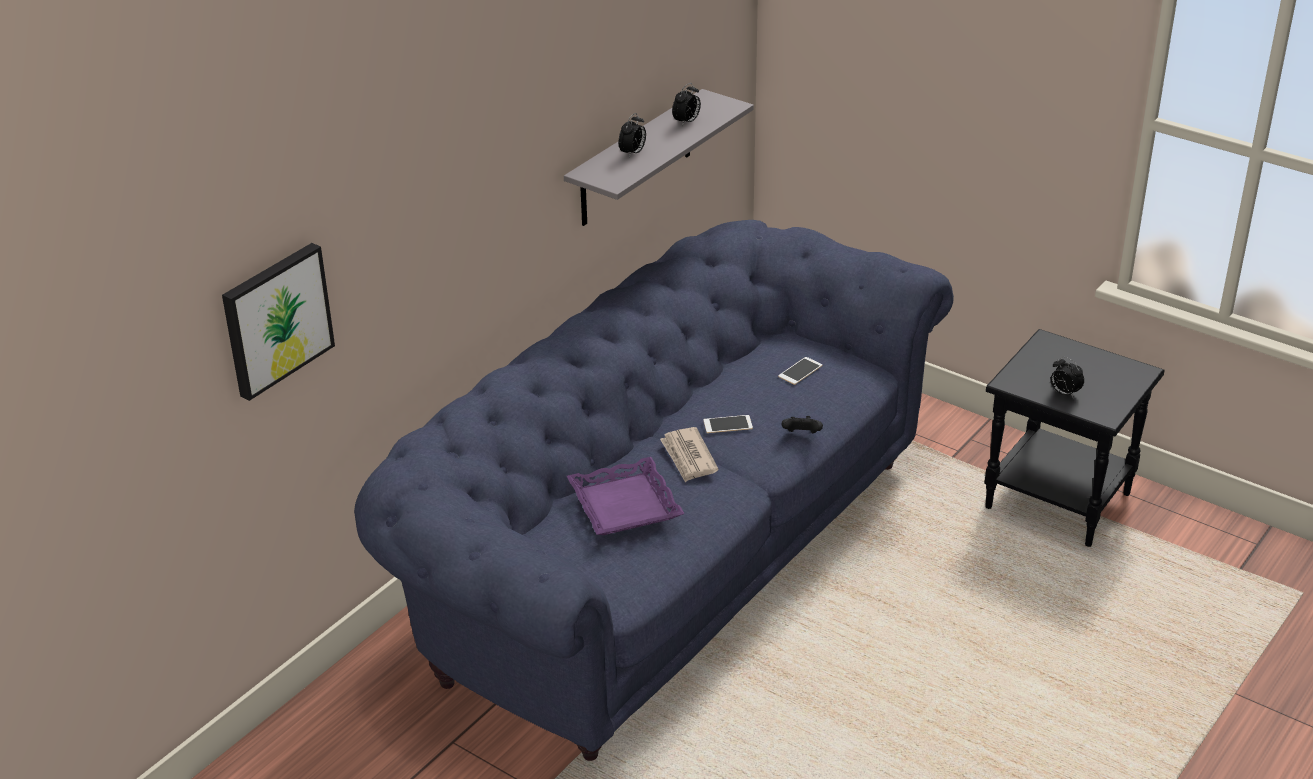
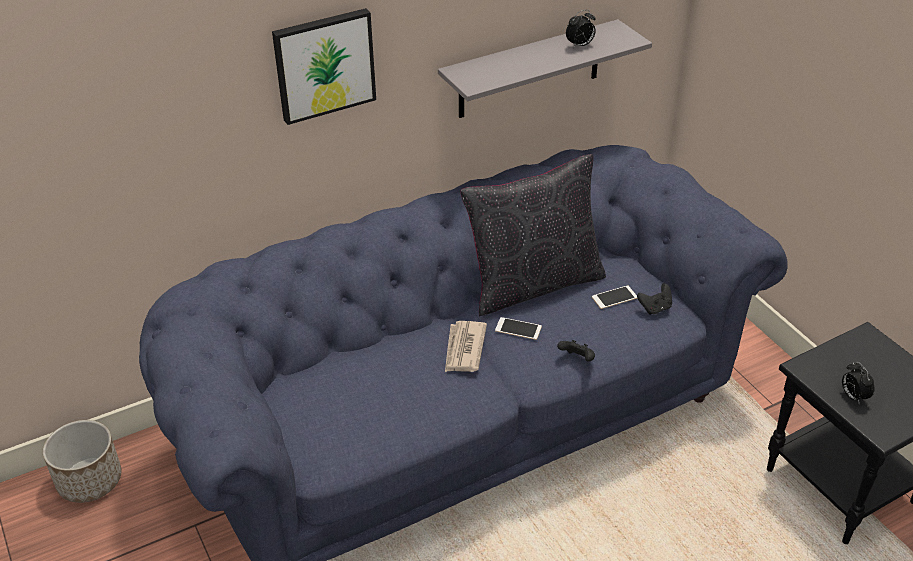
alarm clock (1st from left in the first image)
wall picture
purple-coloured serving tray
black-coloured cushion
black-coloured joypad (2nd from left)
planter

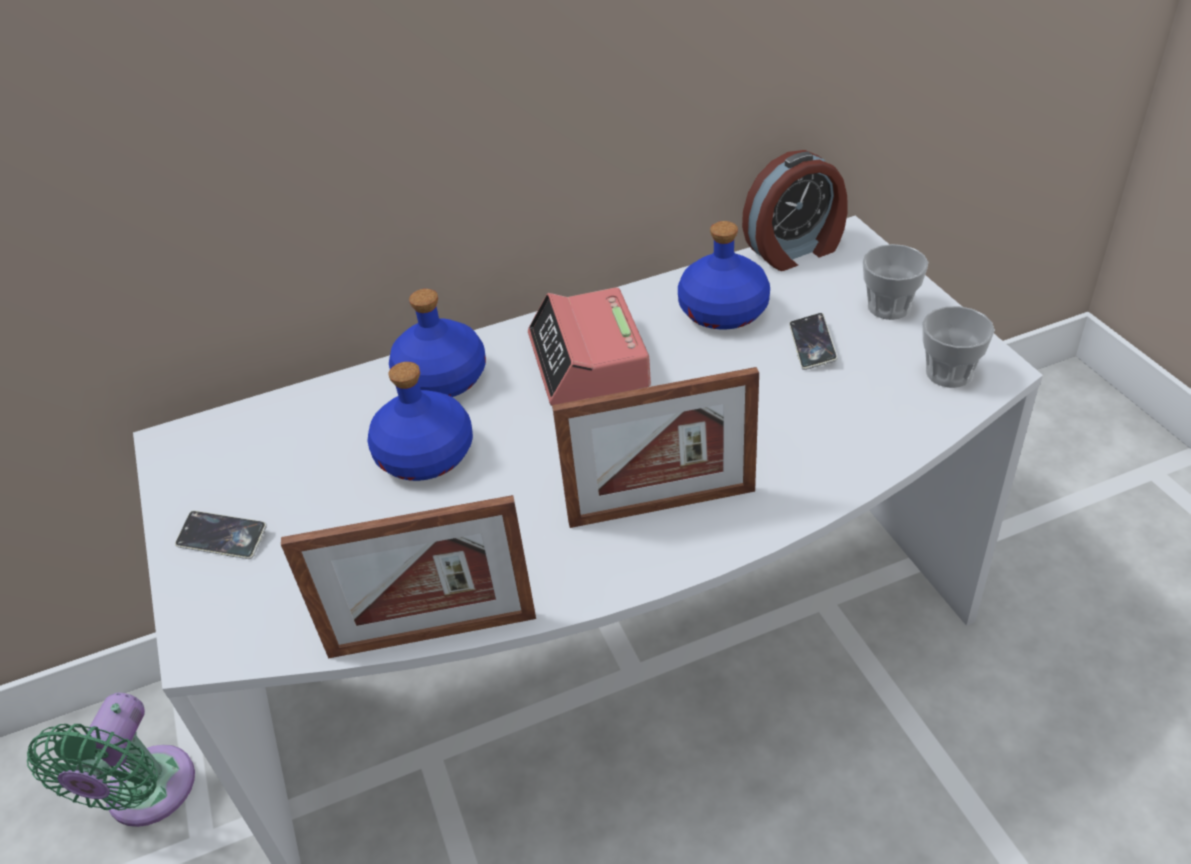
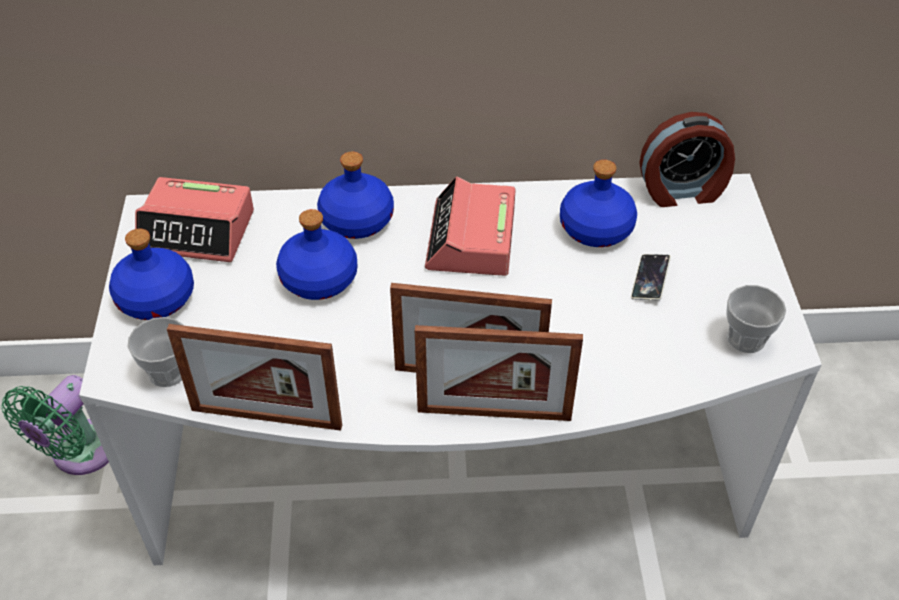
cup (1st from left)
blue drink bottle (1st from left)
alarm clock (1st from left)
picture frame (3rd from left)

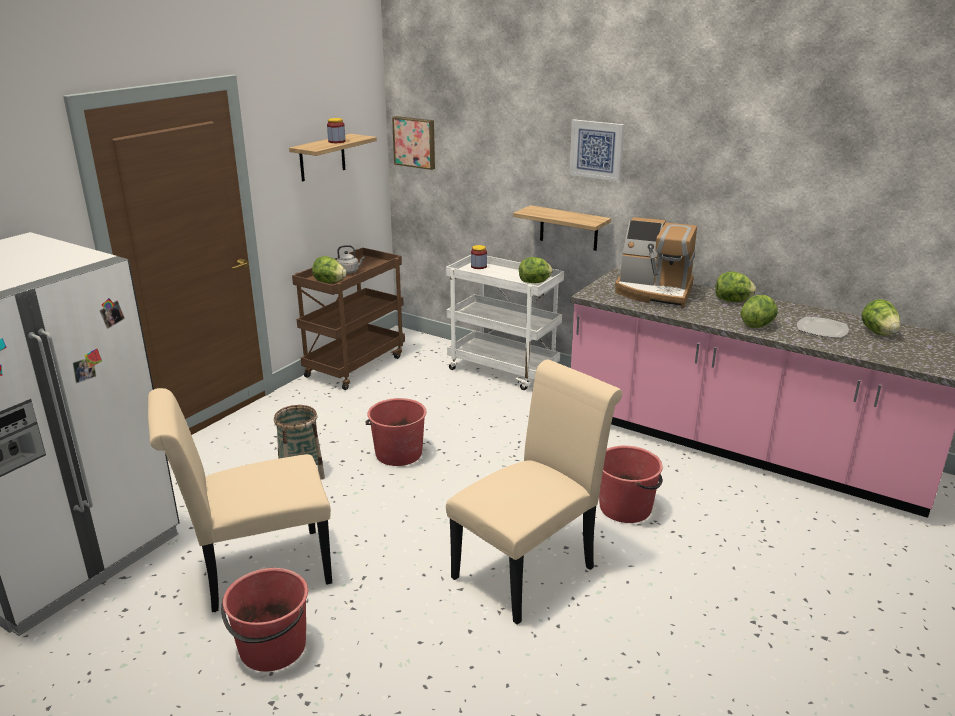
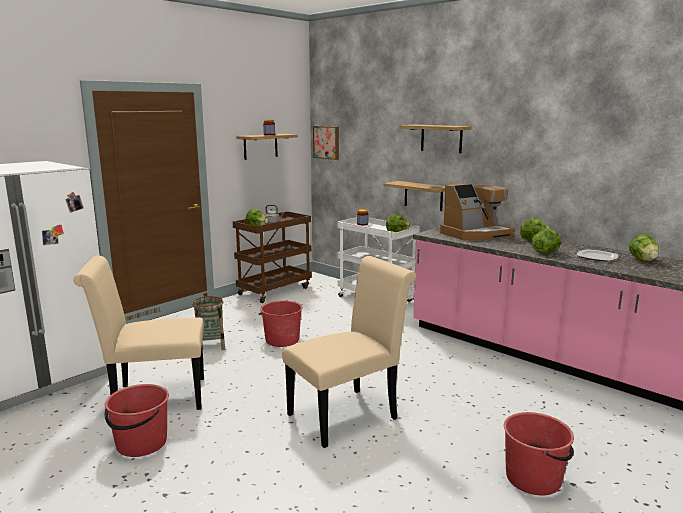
wall shelf (3rd from left)
coffee brewer
red-coloured water bucket (3rd from left)

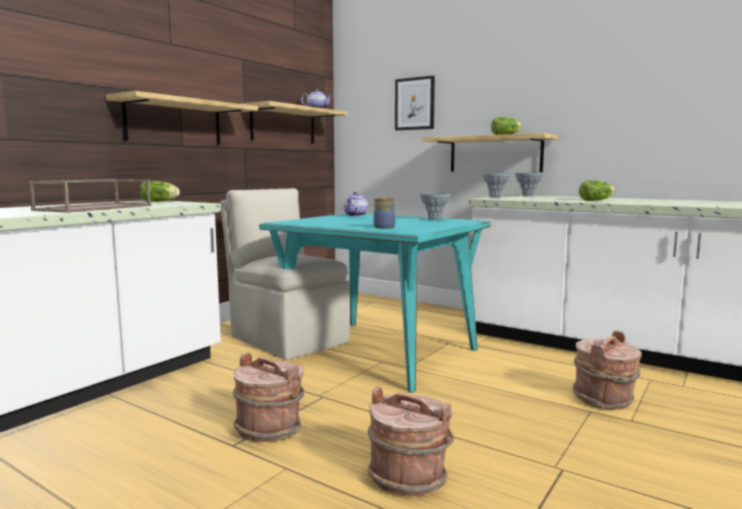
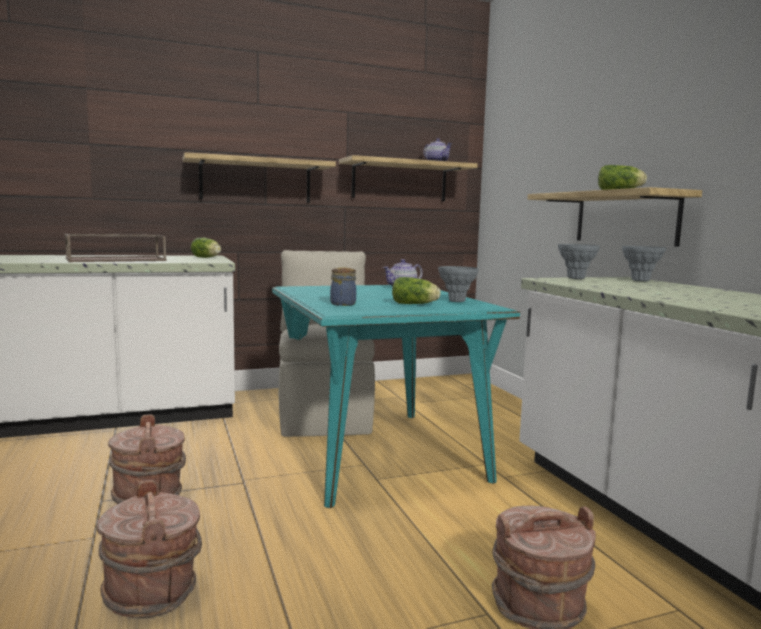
wall picture
lettuce (2nd from left)

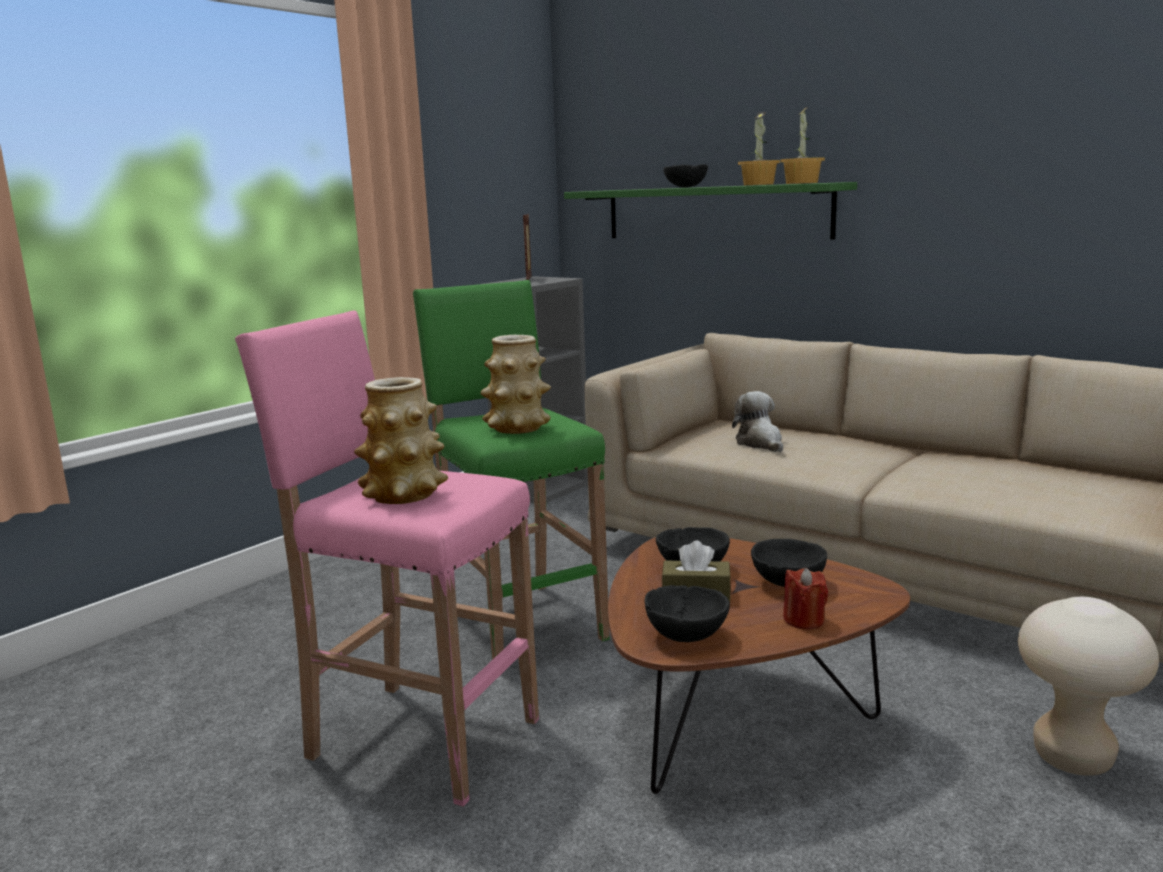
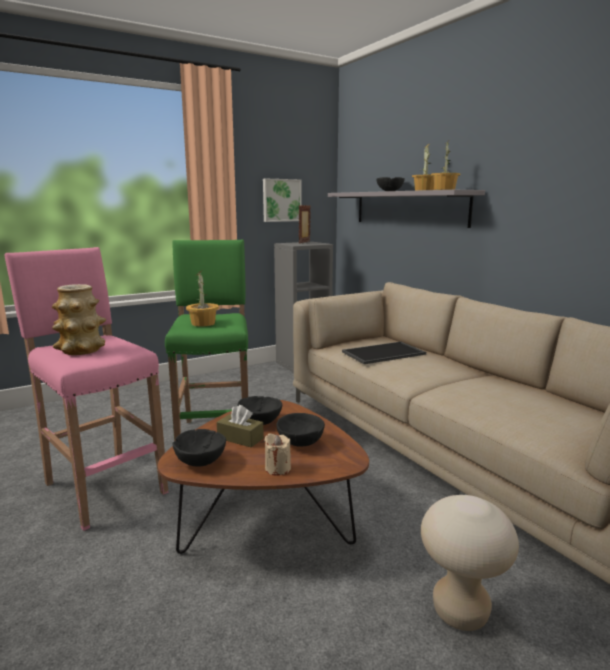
gray wall shelf
houseplant (1st from left)
serving tray
sand-coloured candle
wall picture

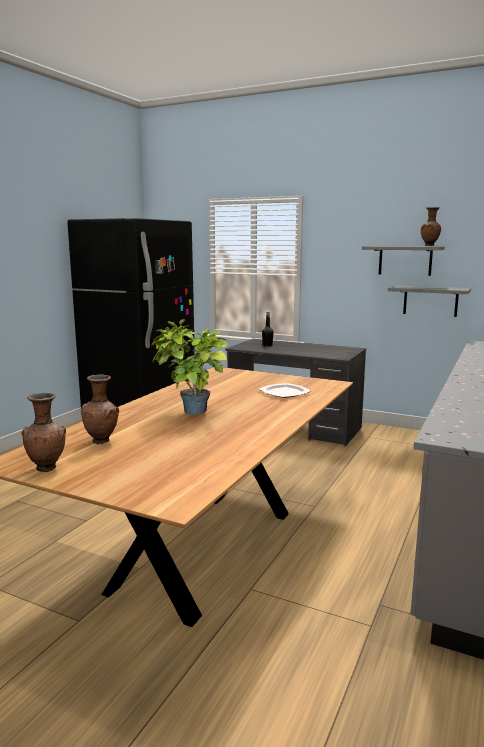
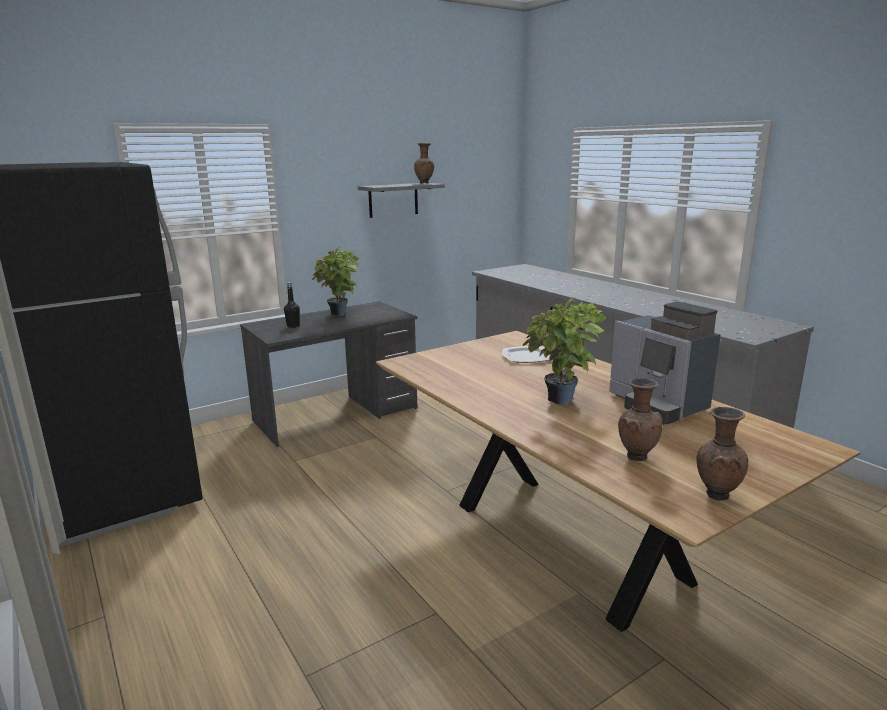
gray wall shelf (2nd from left in the first image)
houseplant (1st from left)
coffee brewer

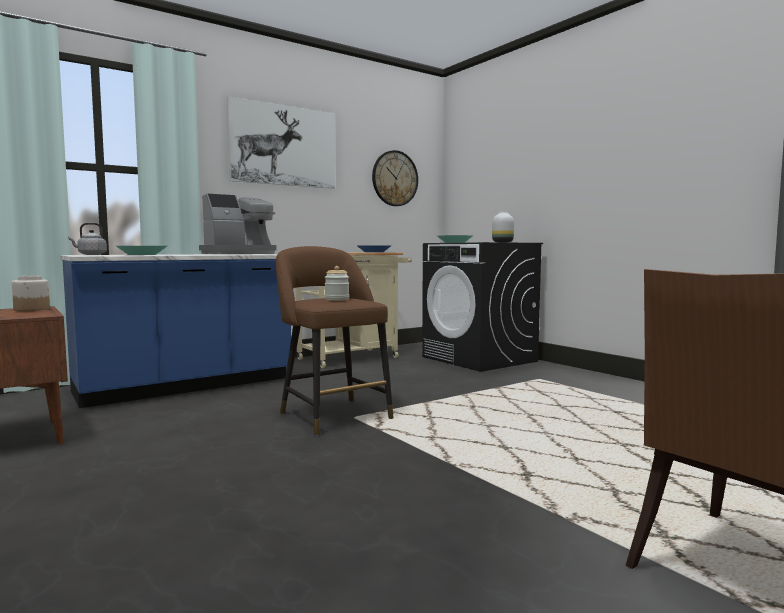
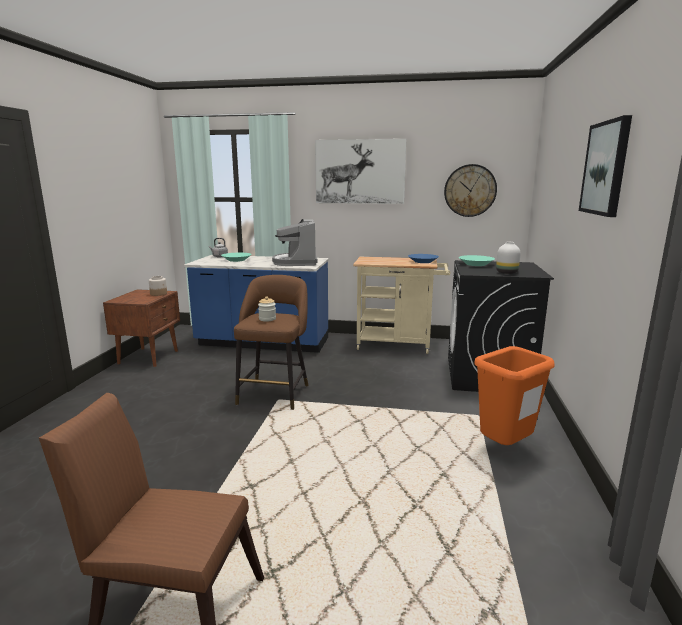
coffee brewer
wall picture (2nd from left)
orange waste bin

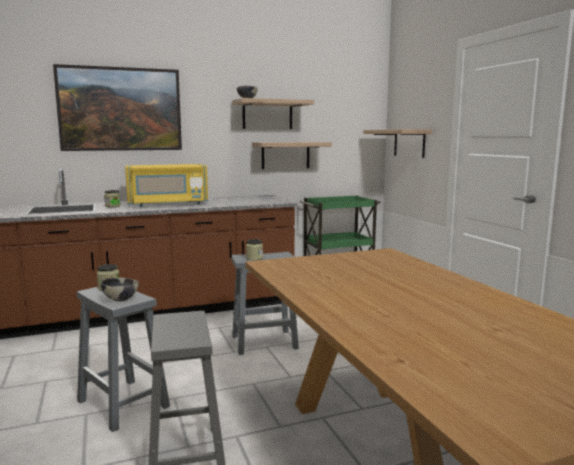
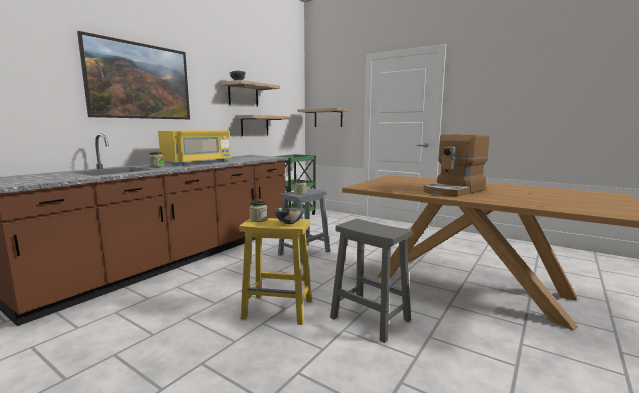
yellow stool seat
coffee brewer

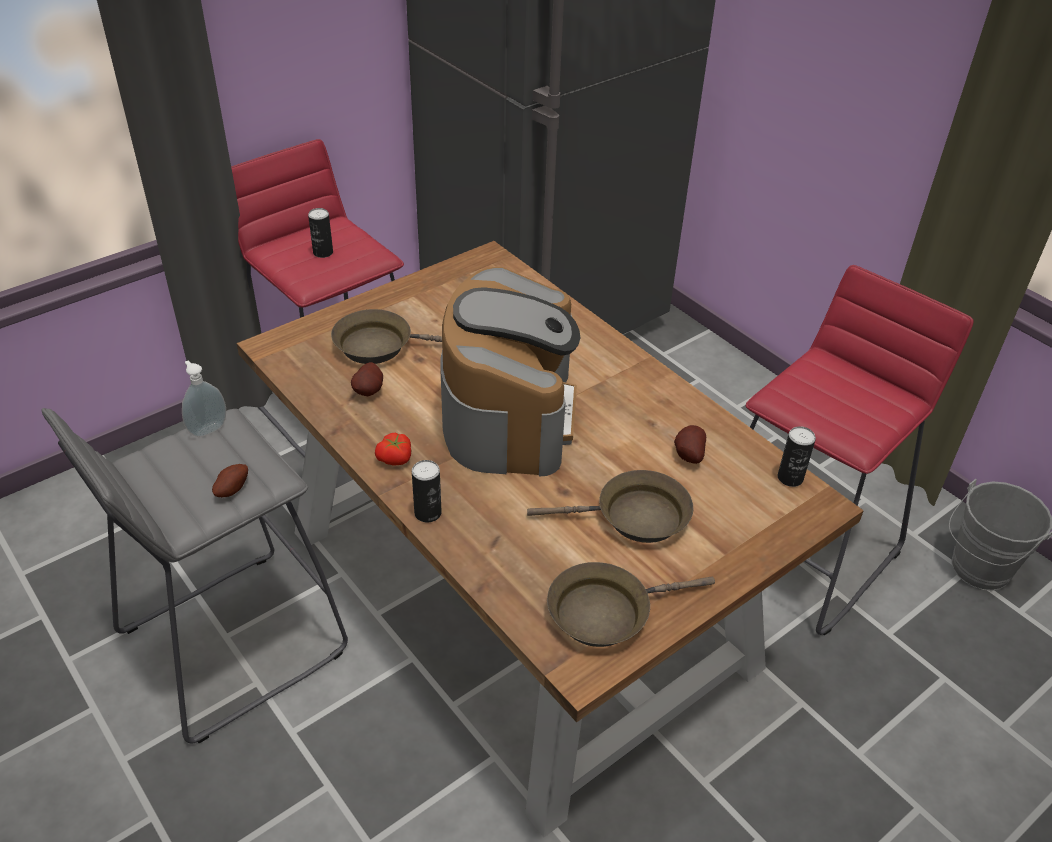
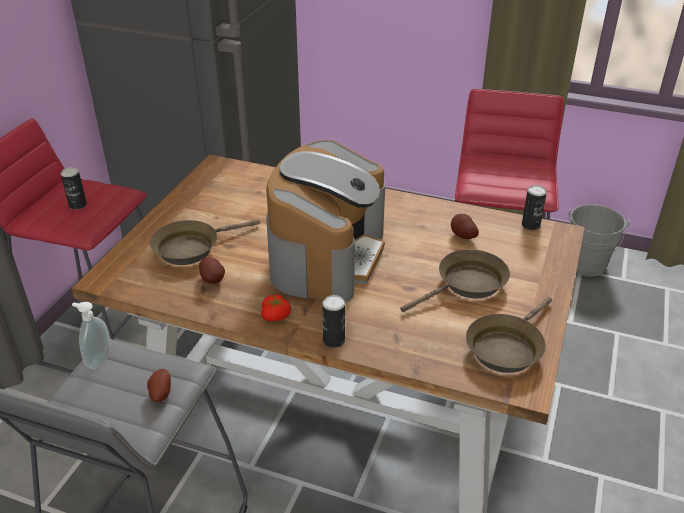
coffee brewer

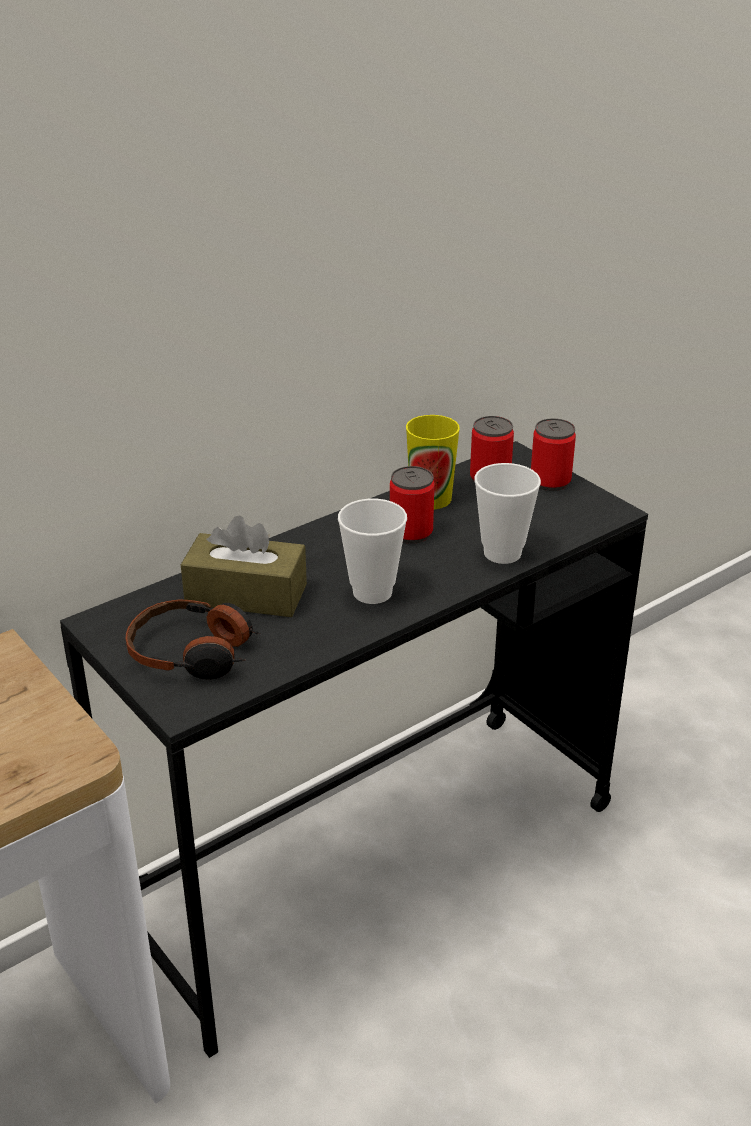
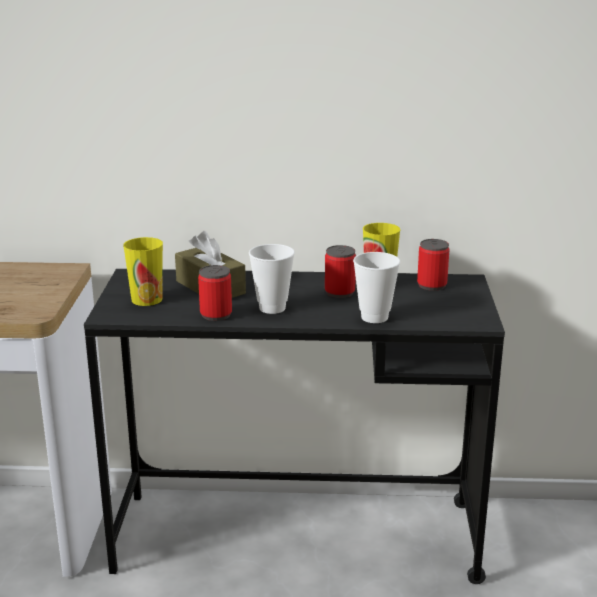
sealed can (1st from left)
cup (1st from left)

